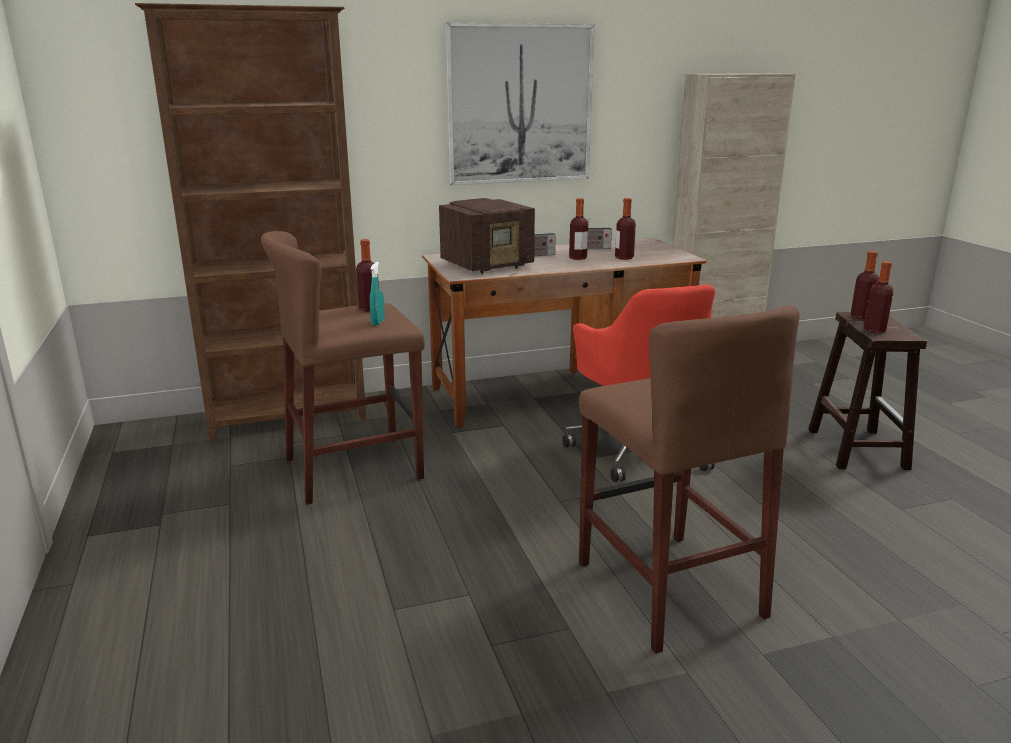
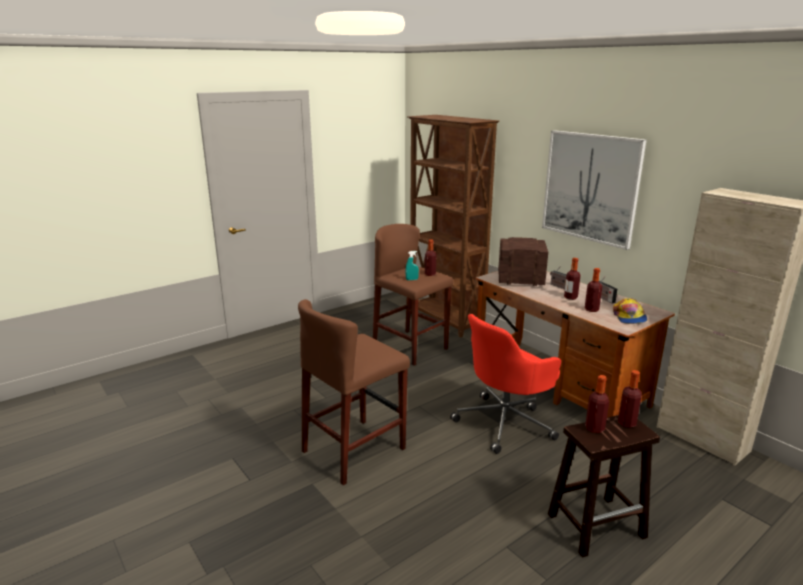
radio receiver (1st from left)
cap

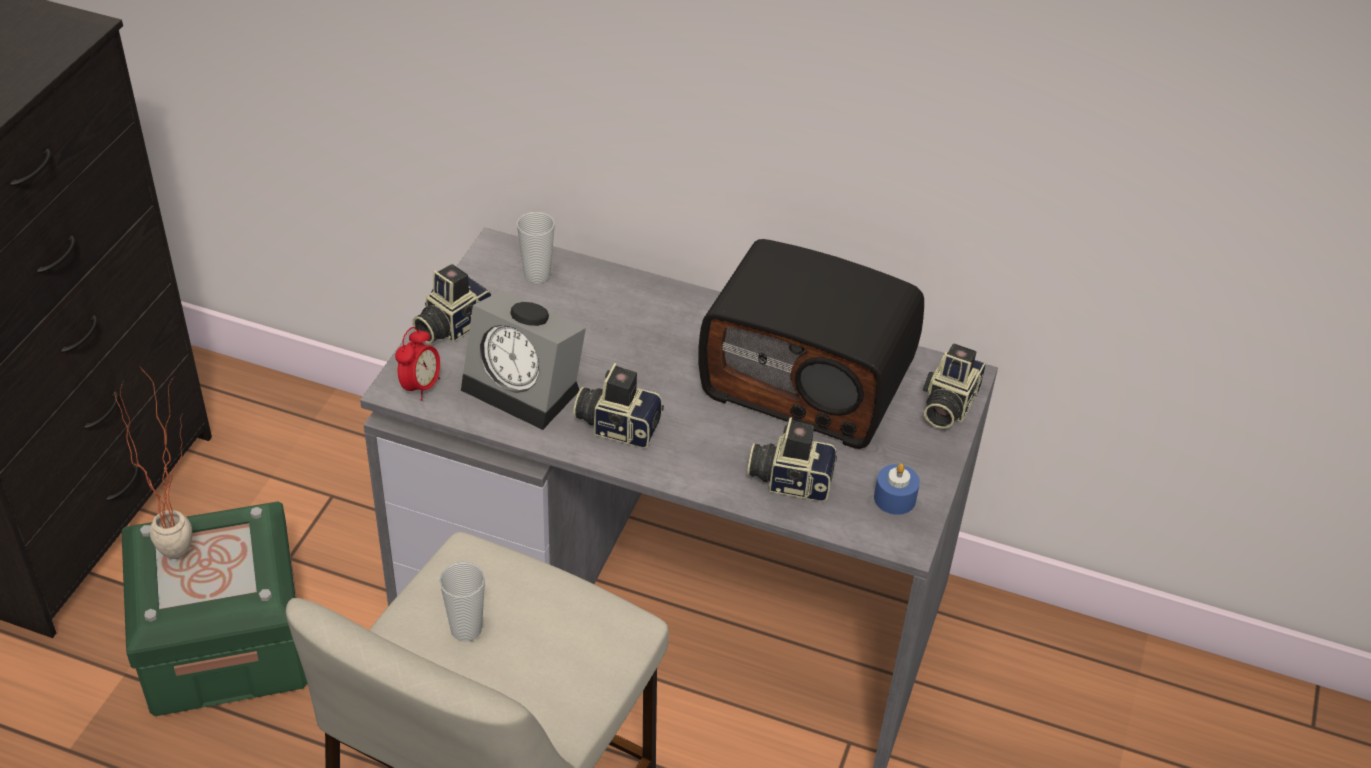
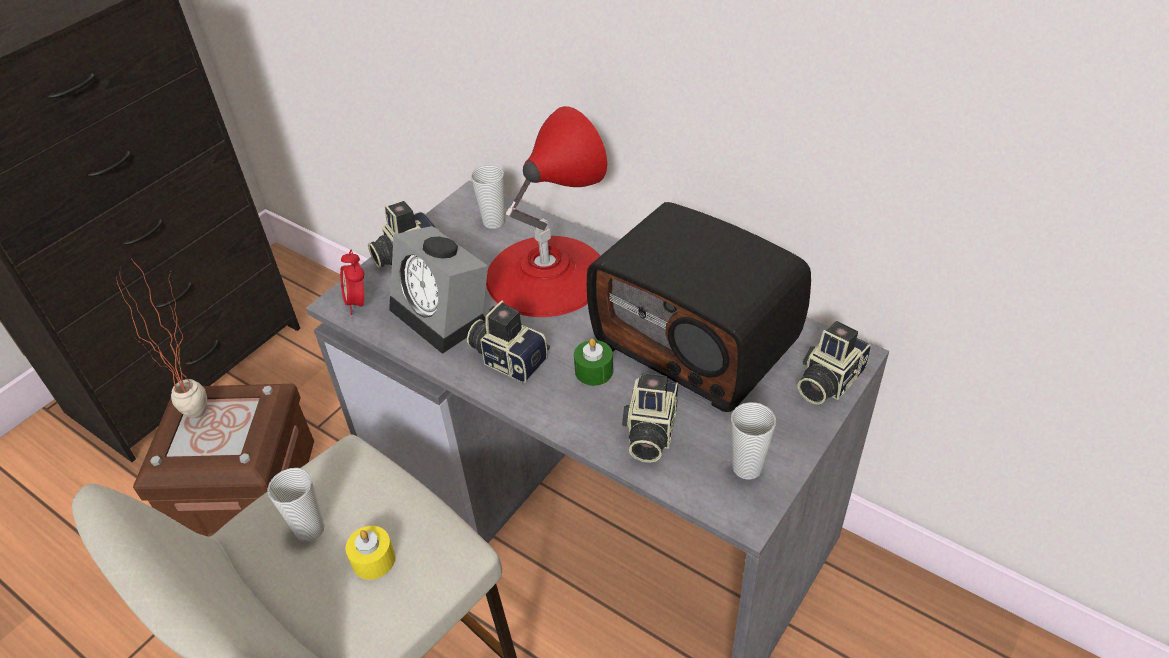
alarm clock (1st from left)
still camera (3rd from left)
cup (3rd from left)
brownish storage bin
red-coloured tabletop lamp
green candle
yellow candle

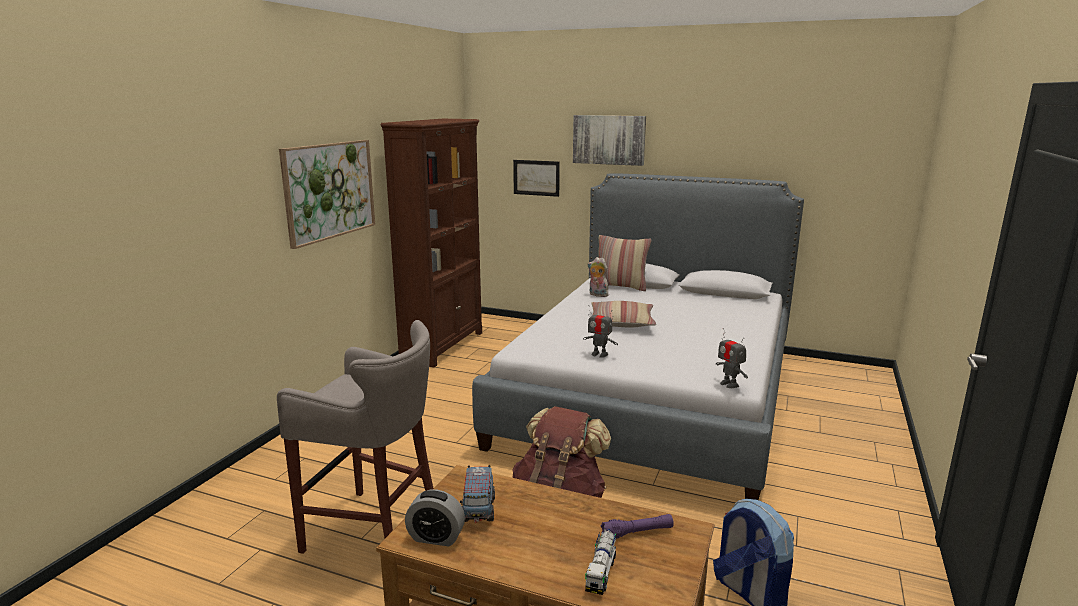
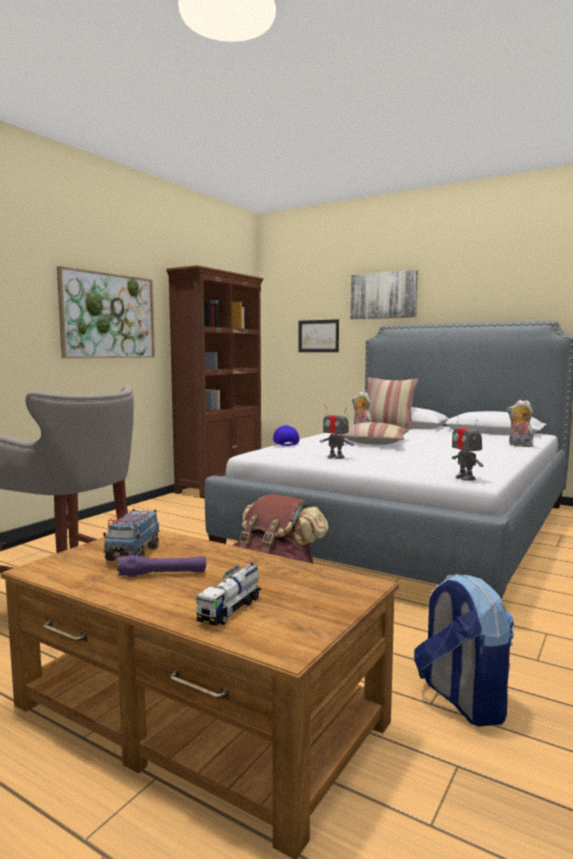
alarm clock
purple-coloured flashlight
cuddly toy (2nd from left)
blue cap

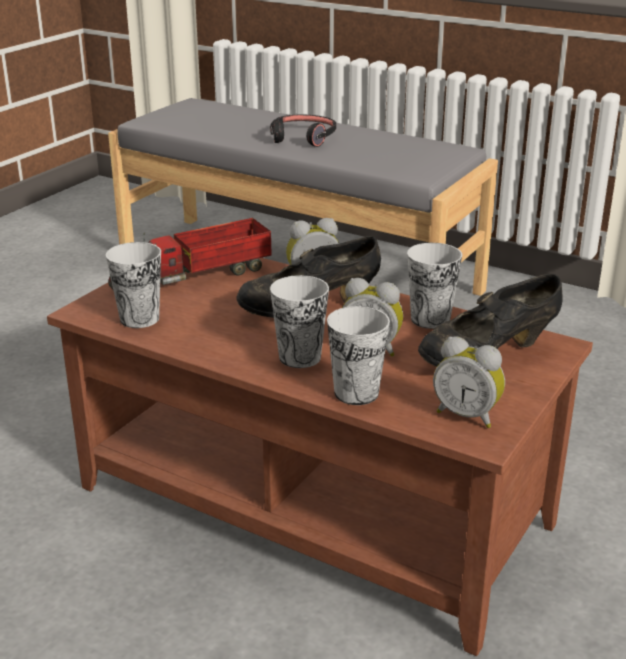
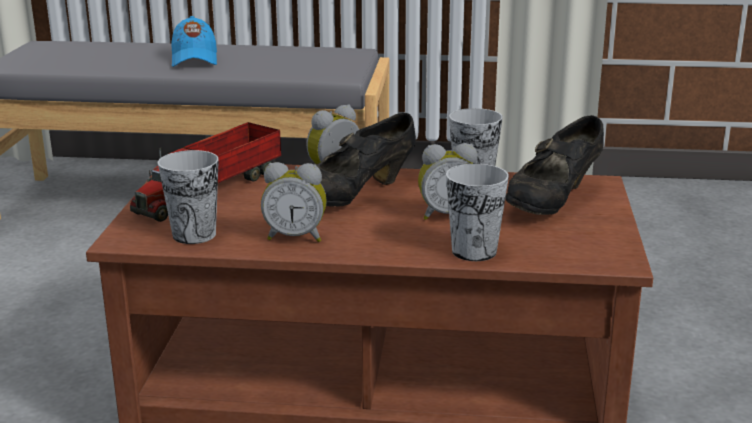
blue cap
cup (2nd from left in the first image)
alarm clock (1st from left)

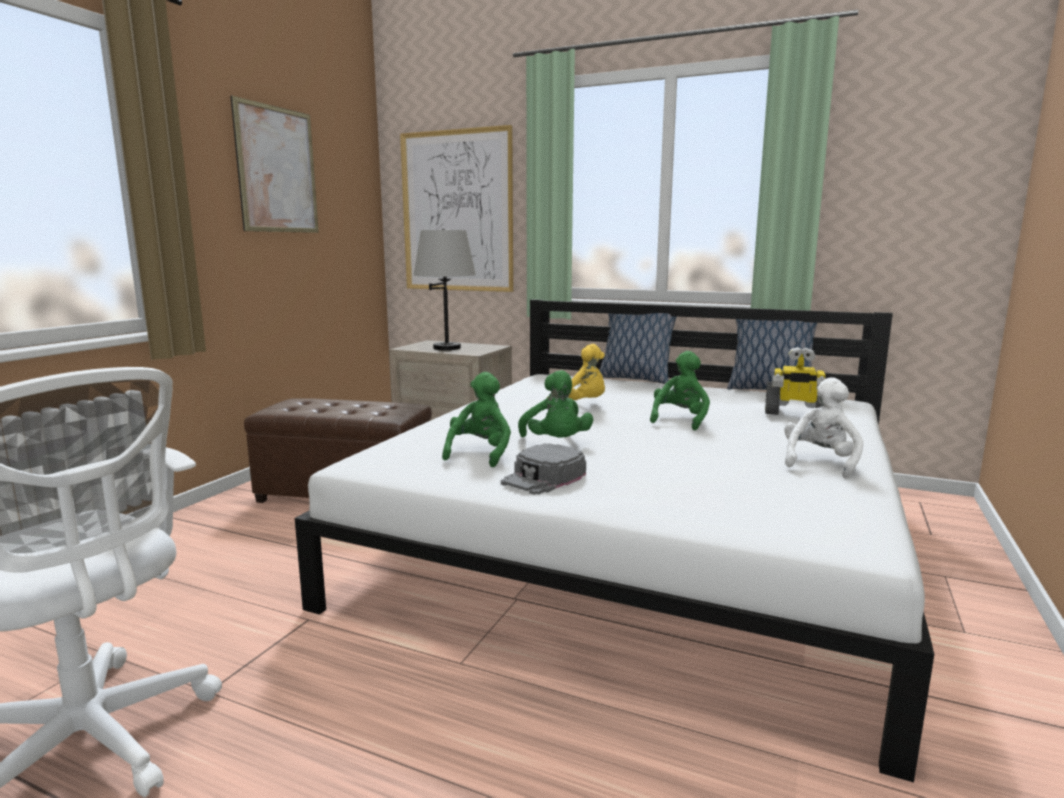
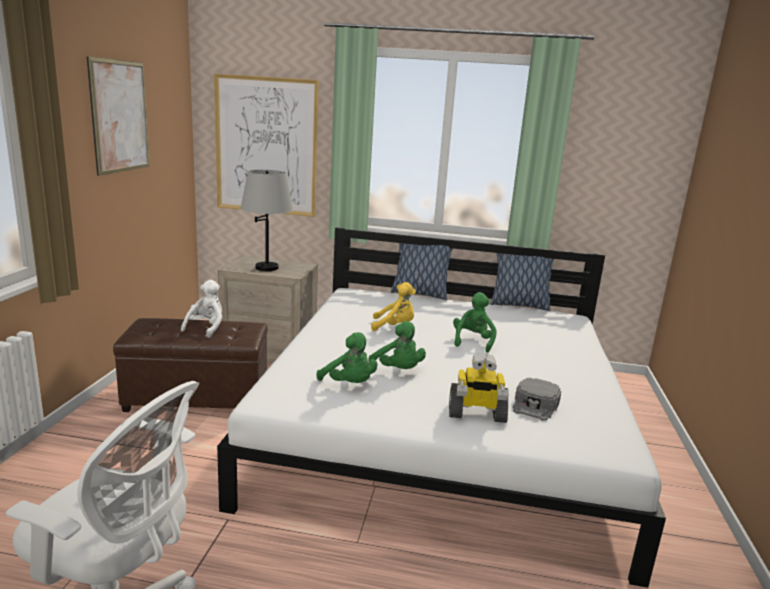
robot figure
green cuddly toy (1st from left)
white cuddly toy
gray cap

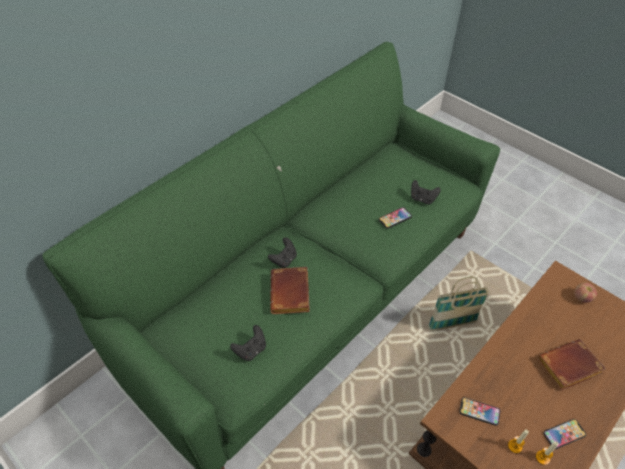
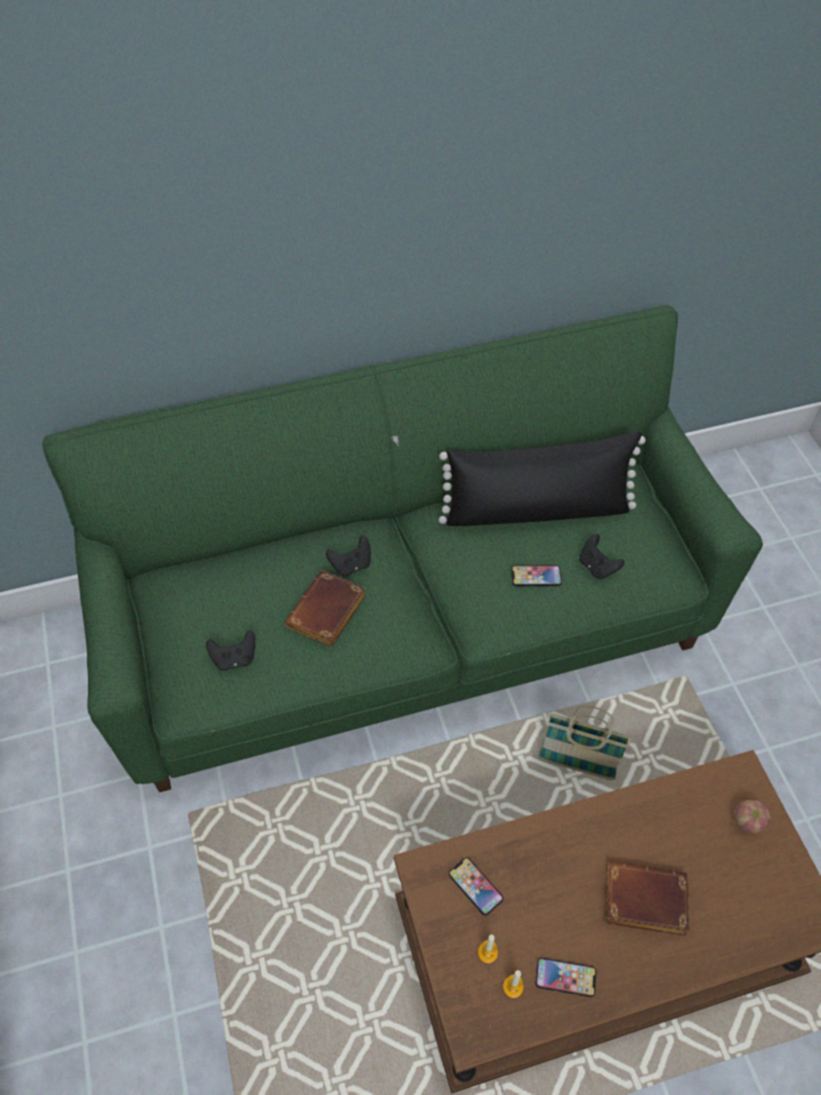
black-coloured cushion

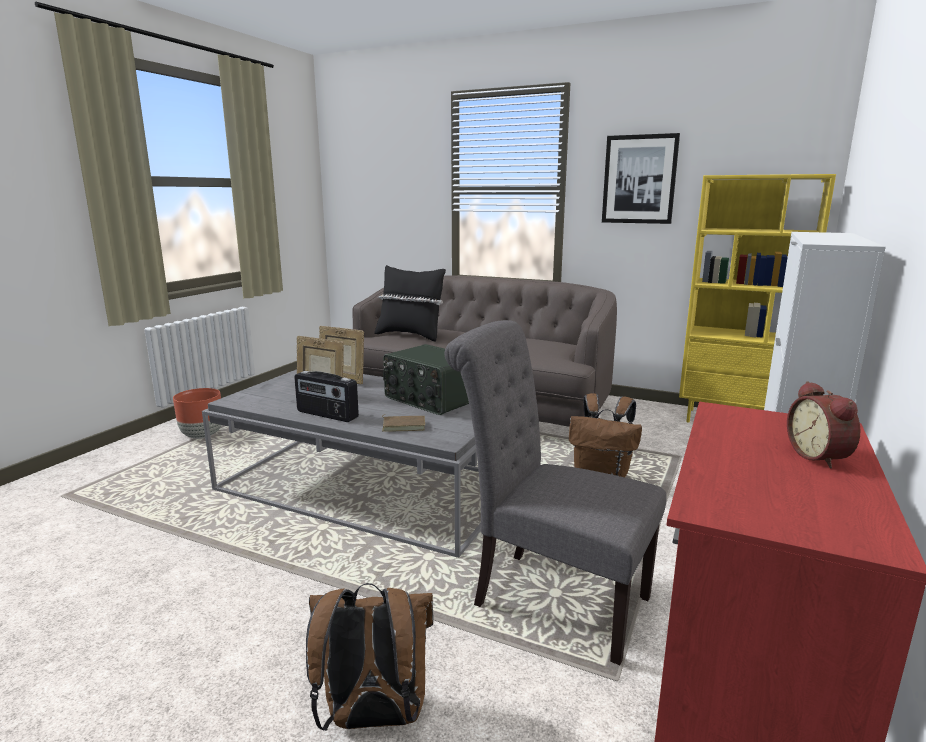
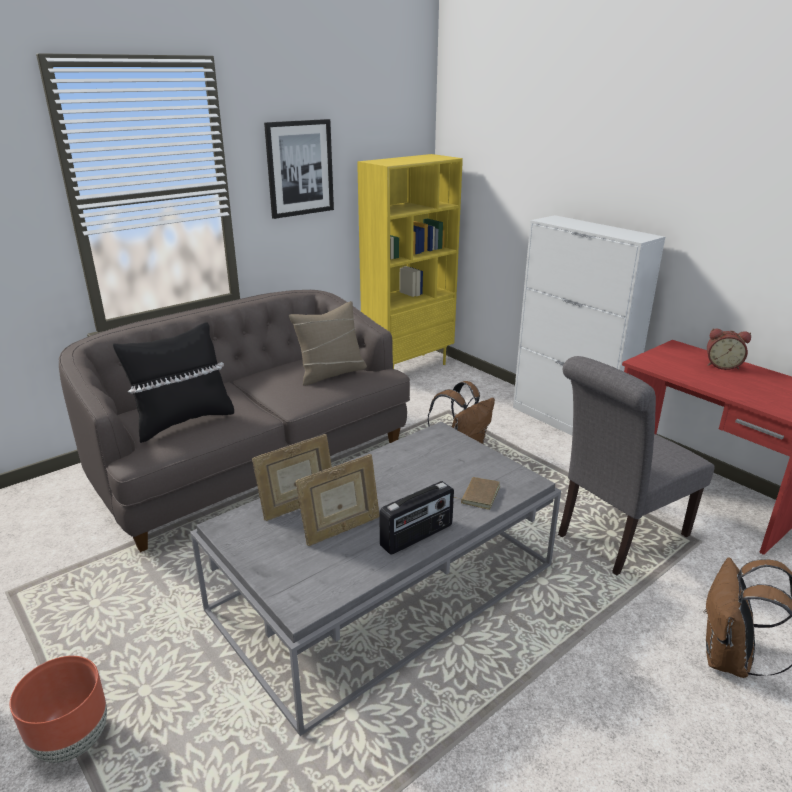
radio receiver (2nd from left in the first image)
sand-coloured cushion

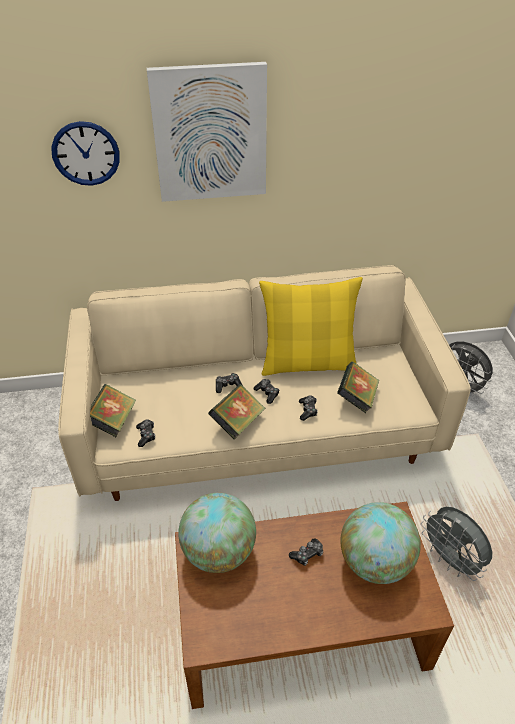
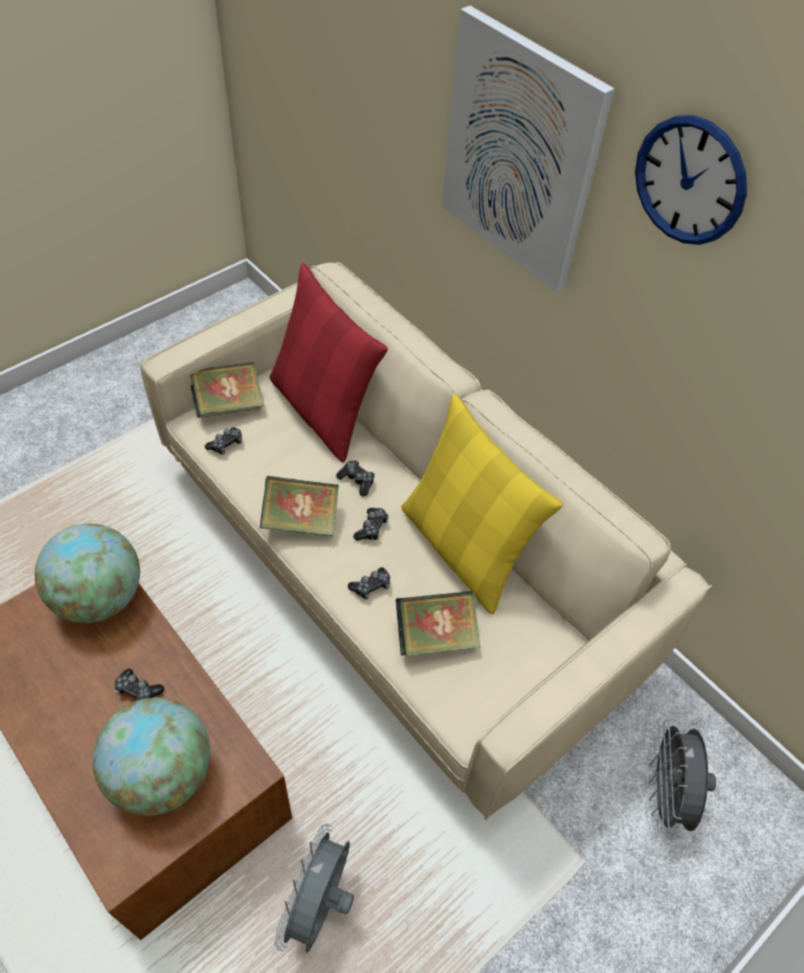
hanging clock
red-coloured cushion

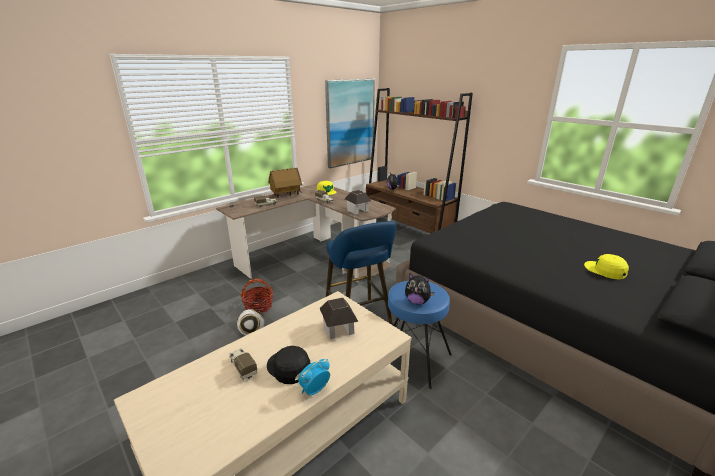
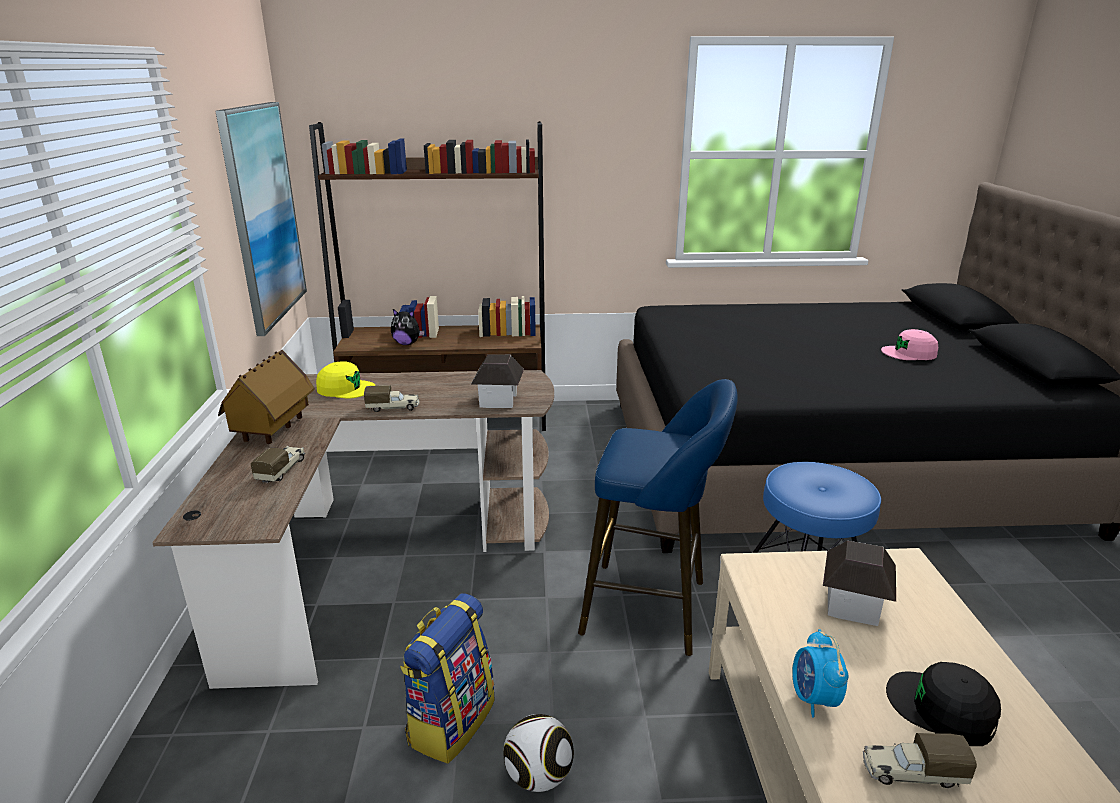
pinkish cap
cuddly toy (2nd from left in the first image)
knapsack
black-coloured cap
alarm clock

